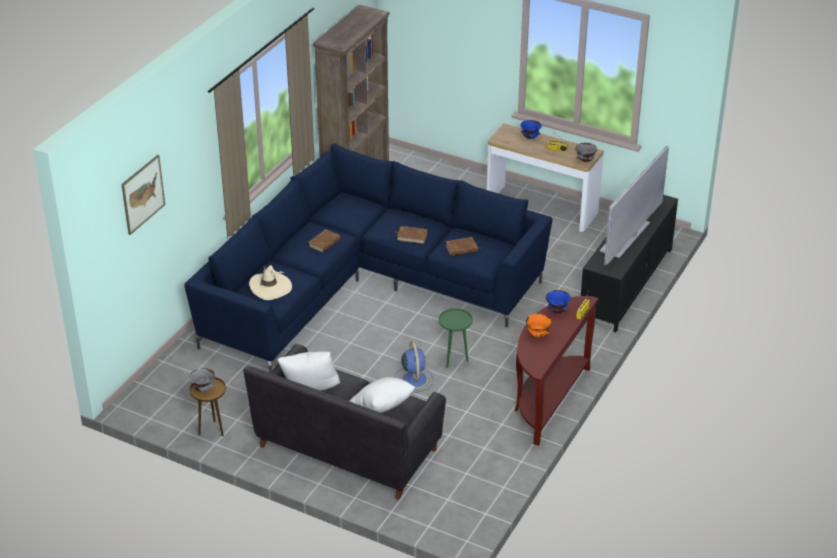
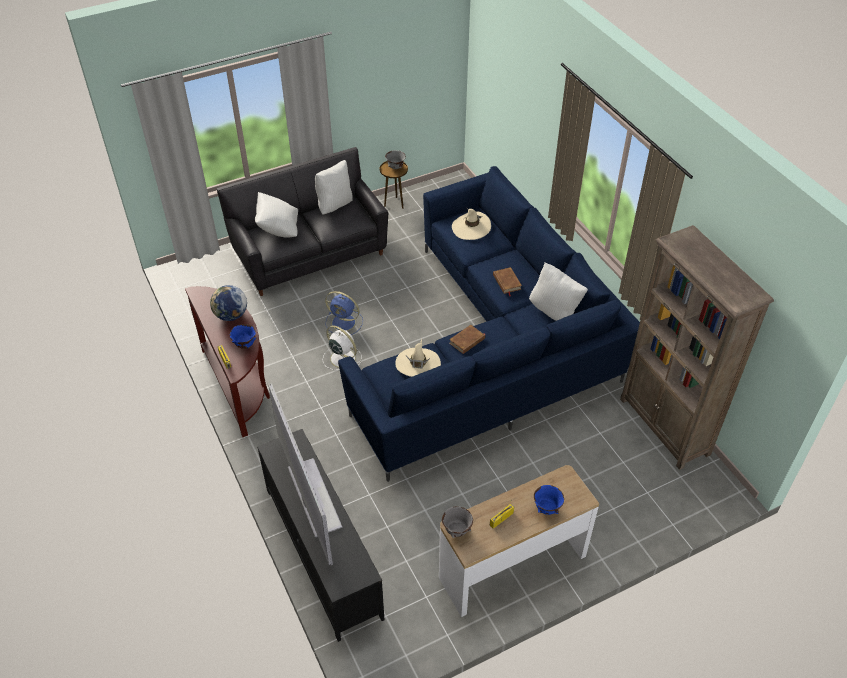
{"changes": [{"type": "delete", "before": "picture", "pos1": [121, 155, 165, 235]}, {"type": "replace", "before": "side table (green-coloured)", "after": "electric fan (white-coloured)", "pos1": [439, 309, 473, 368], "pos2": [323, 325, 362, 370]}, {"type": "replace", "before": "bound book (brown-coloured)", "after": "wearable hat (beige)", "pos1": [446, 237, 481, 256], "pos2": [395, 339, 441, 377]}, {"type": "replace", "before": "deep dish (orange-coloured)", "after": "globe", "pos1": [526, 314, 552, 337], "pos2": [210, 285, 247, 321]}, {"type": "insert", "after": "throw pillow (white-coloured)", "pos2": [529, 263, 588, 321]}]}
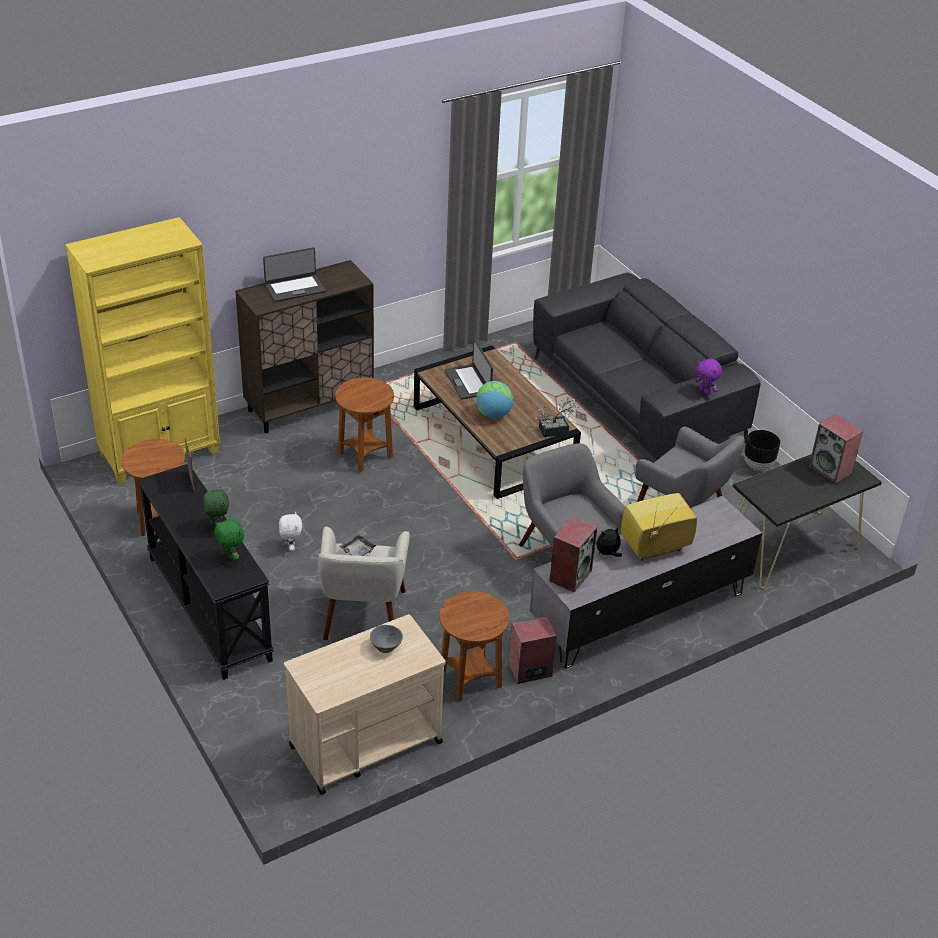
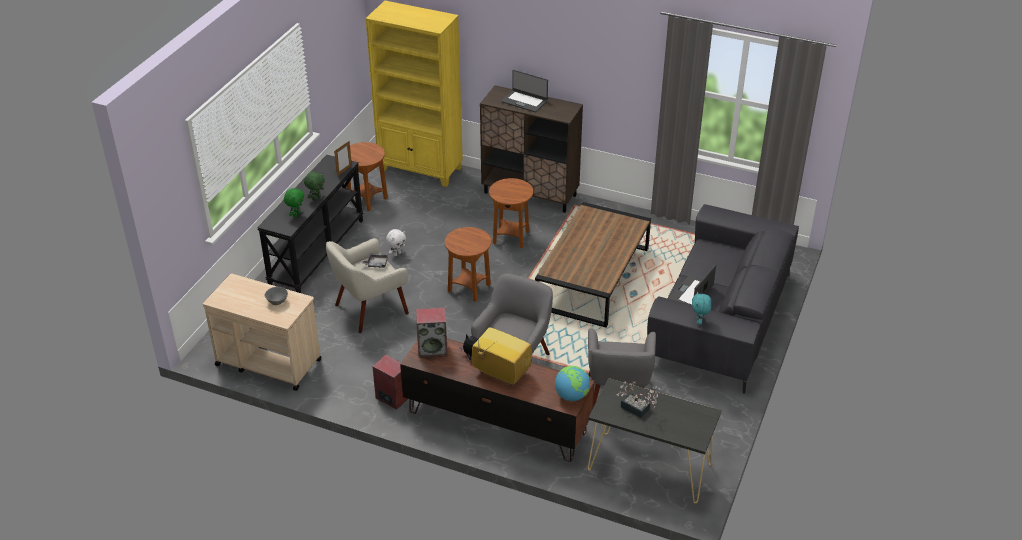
{"changes": [{"type": "move", "before": "side table (brown-coloured)", "pos1": [439, 591, 509, 701], "pos2": [445, 227, 491, 302]}, {"type": "move", "before": "portable computer", "pos1": [444, 340, 493, 399], "pos2": [669, 264, 716, 305]}, {"type": "move", "before": "globe", "pos1": [476, 381, 514, 418], "pos2": [555, 366, 590, 401]}, {"type": "recolor", "before": "tv unit (gray)", "after": "tv unit (brown-coloured)", "pos1": [530, 496, 762, 668], "pos2": [400, 338, 595, 462]}, {"type": "move", "before": "potted plant", "pos1": [535, 395, 580, 437], "pos2": [616, 382, 660, 418]}, {"type": "recolor", "before": "plush toy (purple)", "after": "plush toy (blue-green)", "pos1": [695, 359, 722, 395], "pos2": [692, 291, 711, 325]}, {"type": "delete", "before": "plant pot (blackish)", "pos1": [744, 430, 780, 471]}, {"type": "delete", "before": "audio speaker", "pos1": [809, 414, 863, 484]}]}
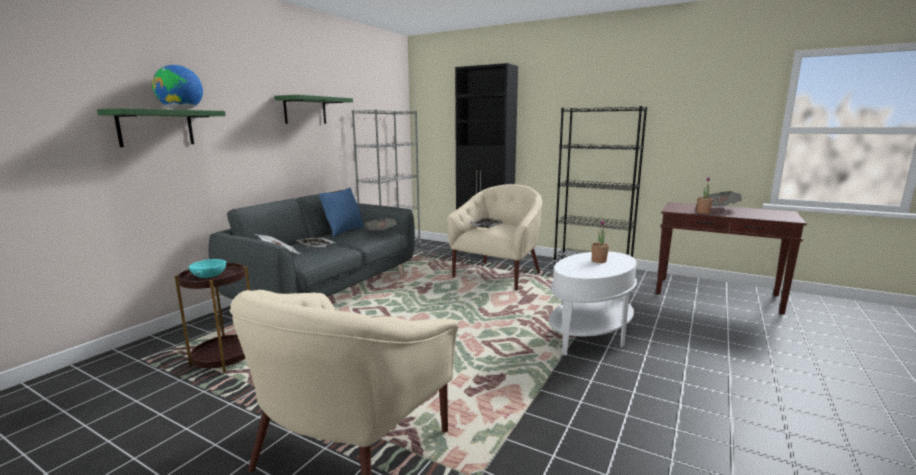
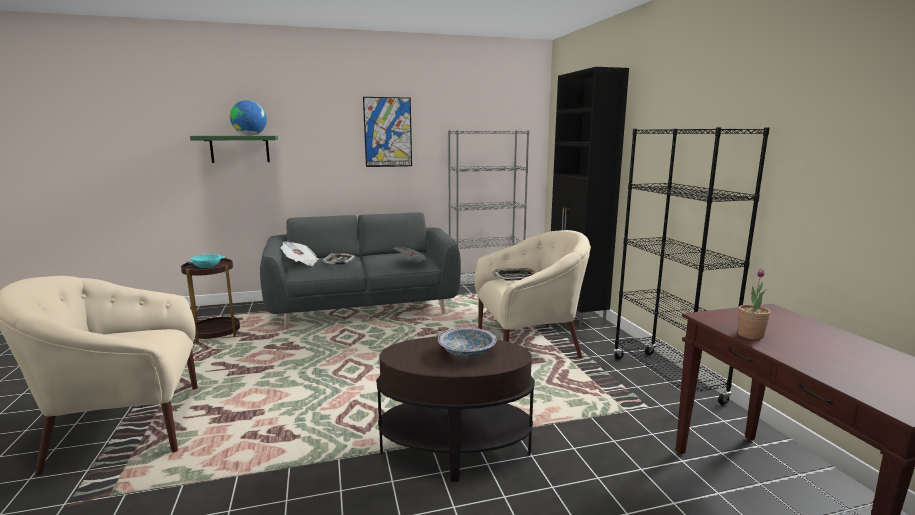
{"changes": [{"type": "replace", "before": "wall shelf (green-coloured)", "after": "picture", "pos1": [275, 95, 353, 124], "pos2": [363, 97, 412, 167]}, {"type": "delete", "before": "throw pillow (bluish)", "pos1": [319, 188, 364, 237]}, {"type": "recolor", "before": "side table (white-coloured)", "after": "side table (brown-coloured)", "pos1": [549, 252, 637, 356], "pos2": [376, 336, 535, 482]}, {"type": "replace", "before": "potted plant", "after": "deep dish", "pos1": [591, 220, 609, 263], "pos2": [438, 327, 497, 358]}, {"type": "delete", "before": "printed paper", "pos1": [703, 191, 742, 207]}]}
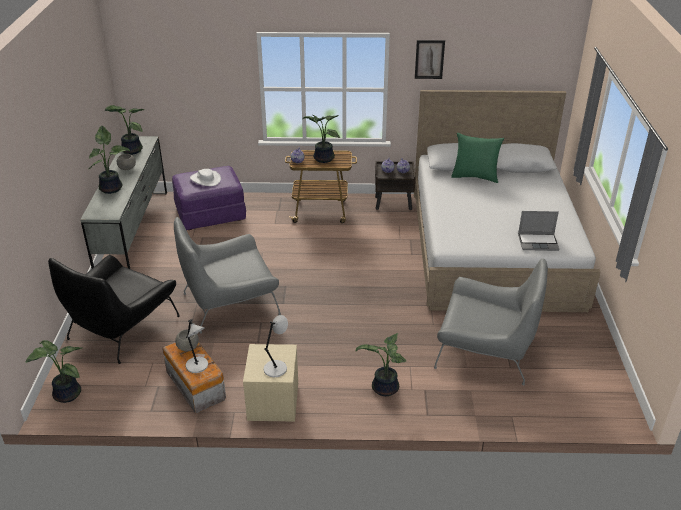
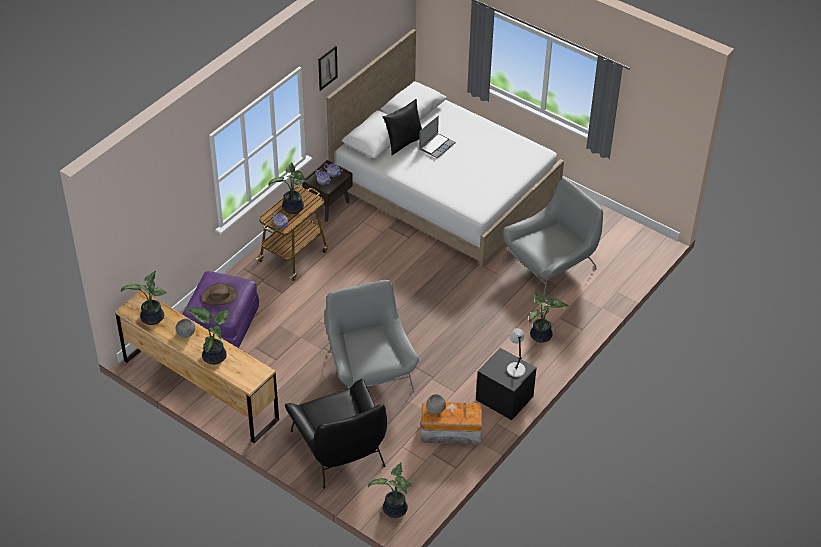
{"changes": [{"type": "recolor", "before": "dresser (gray)", "after": "dresser (brown-coloured)", "pos1": [80, 136, 167, 269], "pos2": [115, 290, 279, 444]}, {"type": "rotate", "before": "lounge chair (gray)", "pos1": [174, 217, 281, 334], "pos2": [325, 280, 419, 393], "turn": 150}, {"type": "delete", "before": "lamp for a table (gray)", "pos1": [185, 319, 208, 373]}, {"type": "recolor", "before": "wearable hat (white-coloured)", "after": "wearable hat (brown-coloured)", "pos1": [190, 169, 221, 186], "pos2": [202, 283, 238, 305]}, {"type": "recolor", "before": "bedside table (beige)", "after": "bedside table (blackish)", "pos1": [243, 344, 298, 422], "pos2": [476, 348, 537, 420]}, {"type": "recolor", "before": "throw pillow (green-coloured)", "after": "throw pillow (blackish)", "pos1": [451, 133, 504, 183], "pos2": [383, 99, 422, 155]}, {"type": "move", "before": "portable computer", "pos1": [518, 211, 559, 251], "pos2": [419, 116, 456, 158]}]}
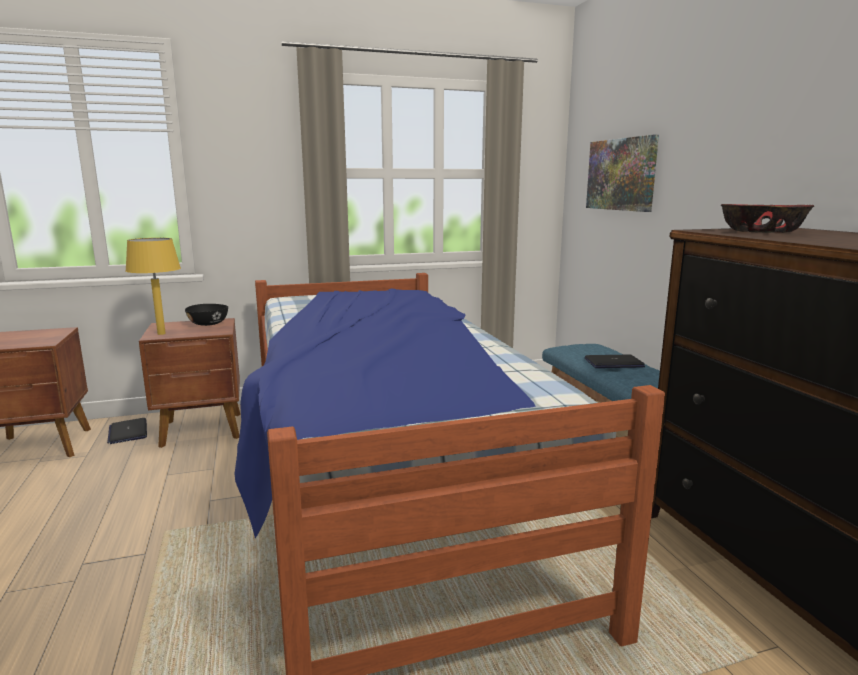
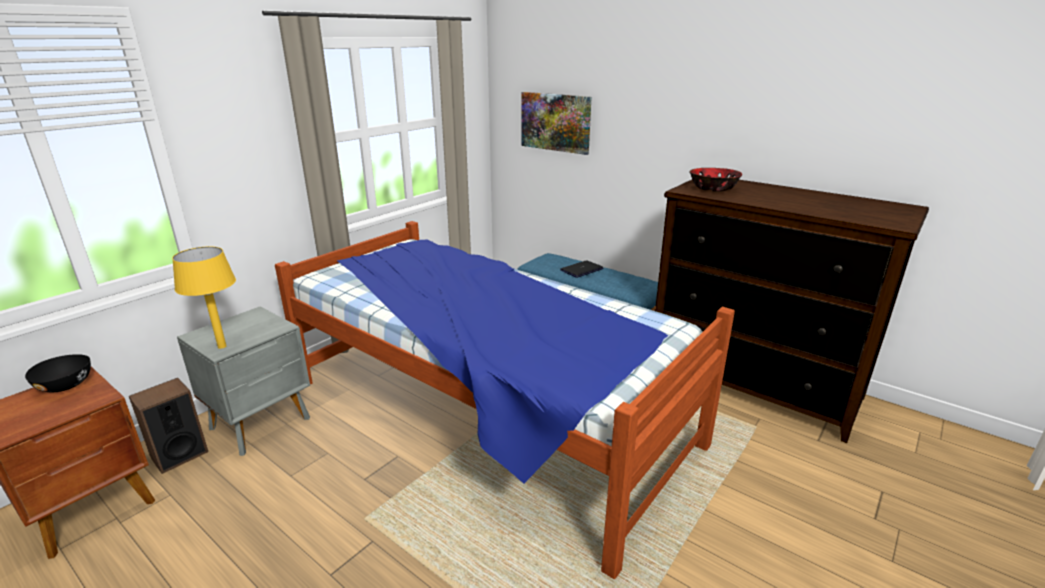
{"changes": [{"type": "replace", "before": "portable computer", "after": "audio speaker", "pos1": [107, 418, 147, 444], "pos2": [129, 378, 208, 474]}, {"type": "recolor", "before": "bedside table (brown-coloured)", "after": "bedside table (gray)", "pos1": [139, 318, 241, 448], "pos2": [177, 307, 310, 456]}, {"type": "move", "before": "deep dish (blackish)", "pos1": [185, 304, 228, 326], "pos2": [25, 354, 91, 392]}]}
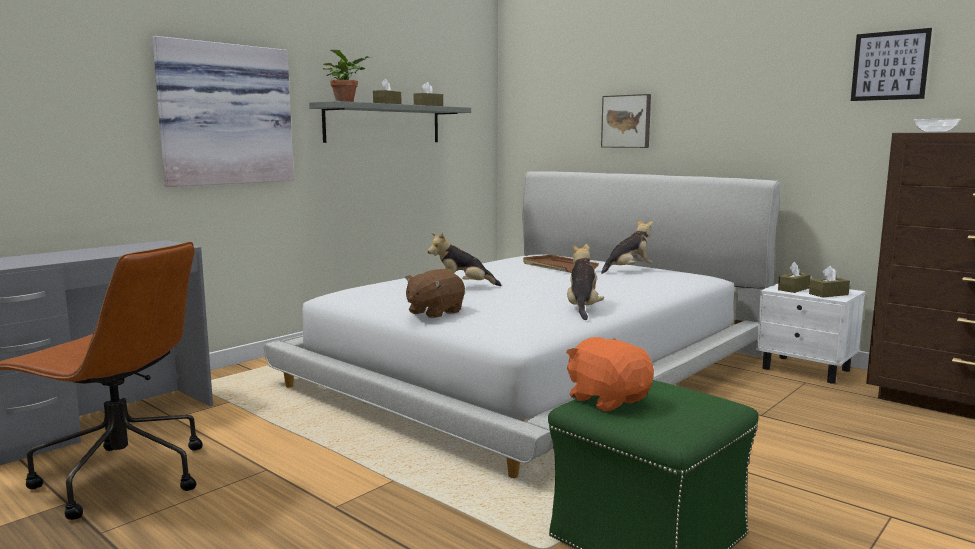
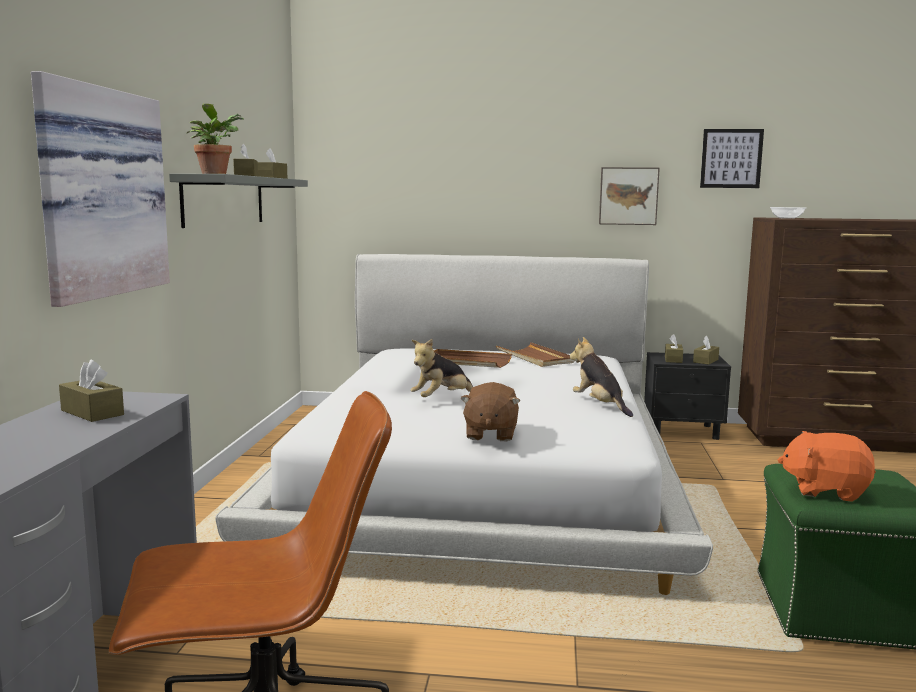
{"changes": [{"type": "move", "before": "picture", "pos1": [601, 94, 651, 148], "pos2": [599, 167, 660, 225]}, {"type": "replace", "before": "plush toy", "after": "carrying tray (brown-coloured)", "pos1": [601, 219, 653, 274], "pos2": [496, 342, 575, 367]}, {"type": "recolor", "before": "bedside table (white-coloured)", "after": "bedside table (blackish)", "pos1": [756, 284, 865, 384], "pos2": [644, 352, 731, 440]}, {"type": "insert", "after": "tissue holder (brown-coloured)", "pos2": [59, 359, 124, 422]}]}
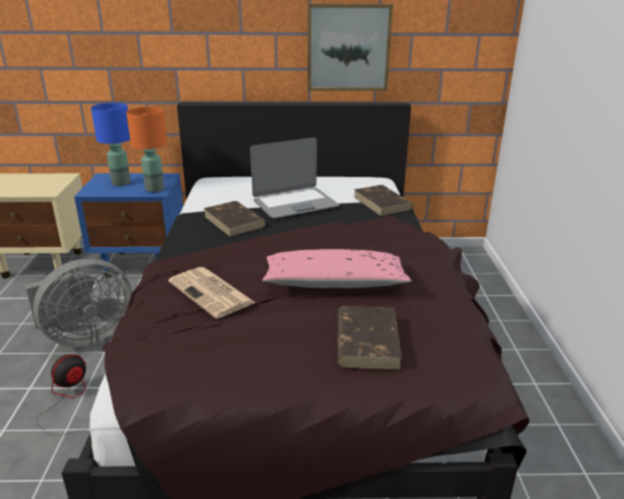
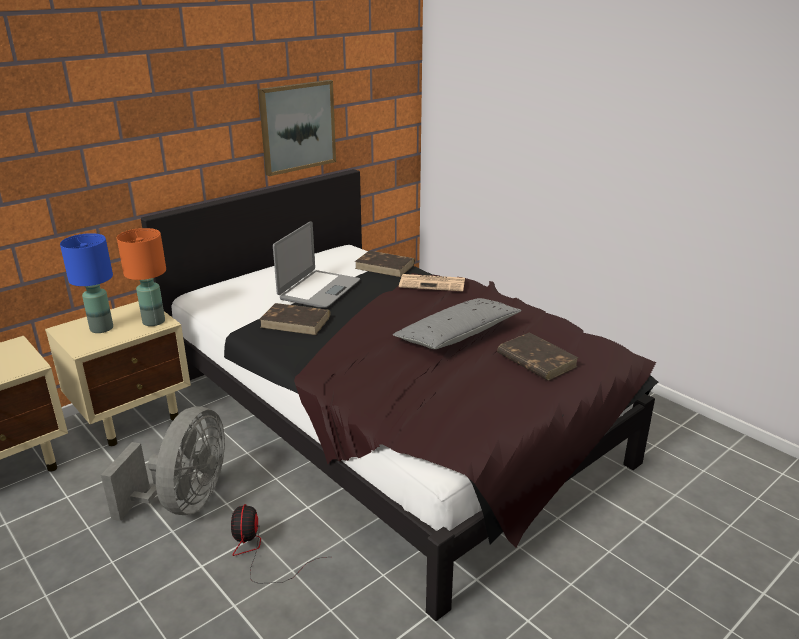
{"changes": [{"type": "recolor", "before": "bedside table (bluish)", "after": "bedside table (beige)", "pos1": [74, 173, 183, 278], "pos2": [45, 301, 191, 446]}, {"type": "move", "before": "printed paper", "pos1": [168, 267, 256, 319], "pos2": [399, 274, 465, 291]}, {"type": "recolor", "before": "throw pillow (pink-coloured)", "after": "throw pillow (gray)", "pos1": [262, 249, 412, 288], "pos2": [393, 298, 522, 349]}]}
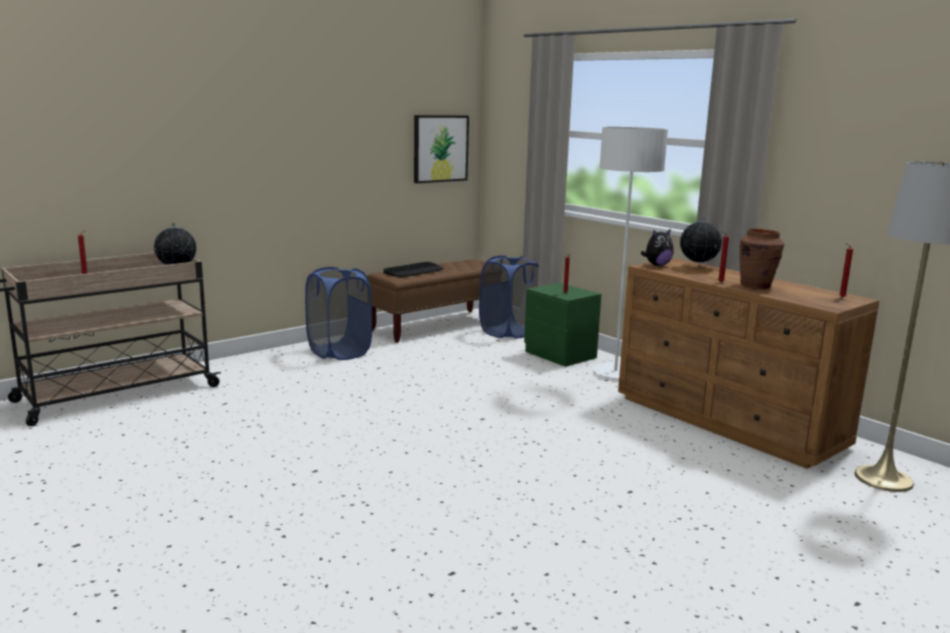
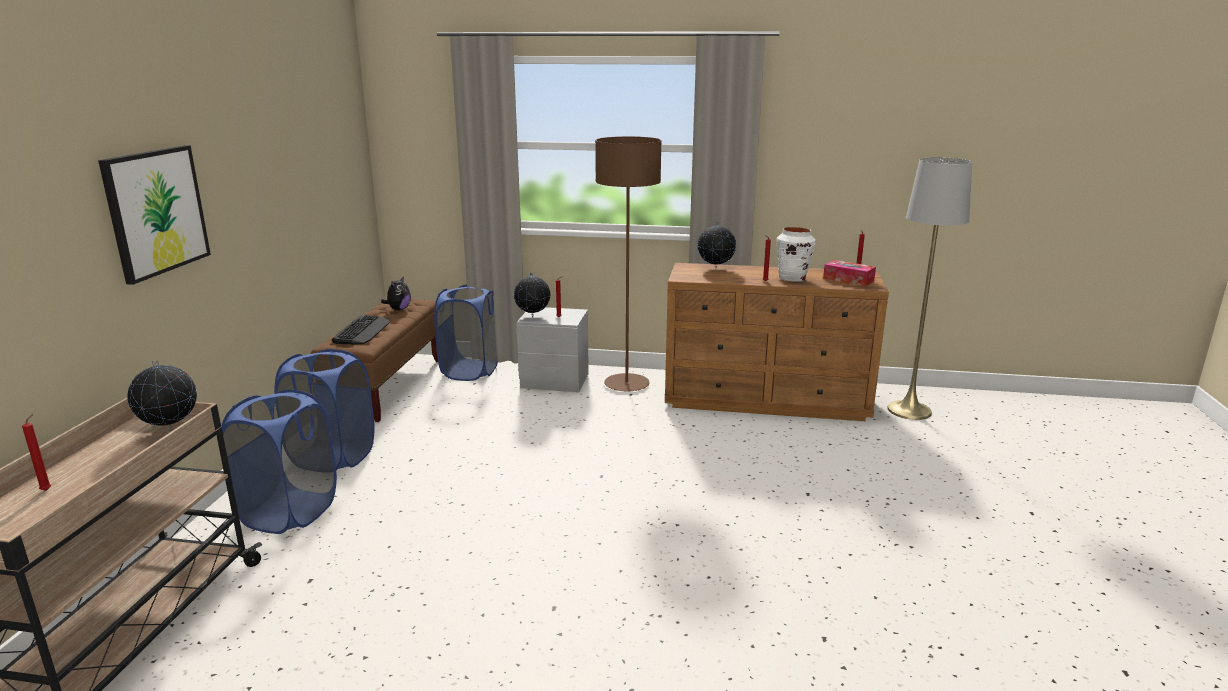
{"changes": [{"type": "move", "before": "picture", "pos1": [414, 115, 469, 183], "pos2": [98, 145, 211, 285]}, {"type": "recolor", "before": "bedside table (green-coloured)", "after": "bedside table (gray)", "pos1": [524, 283, 601, 367], "pos2": [516, 307, 589, 392]}, {"type": "recolor", "before": "standing lamp (white-coloured)", "after": "standing lamp (brown-coloured)", "pos1": [593, 127, 668, 379], "pos2": [595, 136, 662, 391]}, {"type": "move", "before": "plush toy", "pos1": [641, 229, 674, 266], "pos2": [381, 276, 411, 310]}, {"type": "recolor", "before": "vase (brown-coloured)", "after": "vase (white-coloured)", "pos1": [739, 229, 784, 289], "pos2": [777, 227, 815, 282]}, {"type": "insert", "after": "laundry basket (bluish)", "pos2": [221, 389, 337, 534]}, {"type": "insert", "after": "globe", "pos2": [514, 272, 551, 317]}, {"type": "insert", "after": "tissue holder", "pos2": [823, 260, 876, 287]}]}
